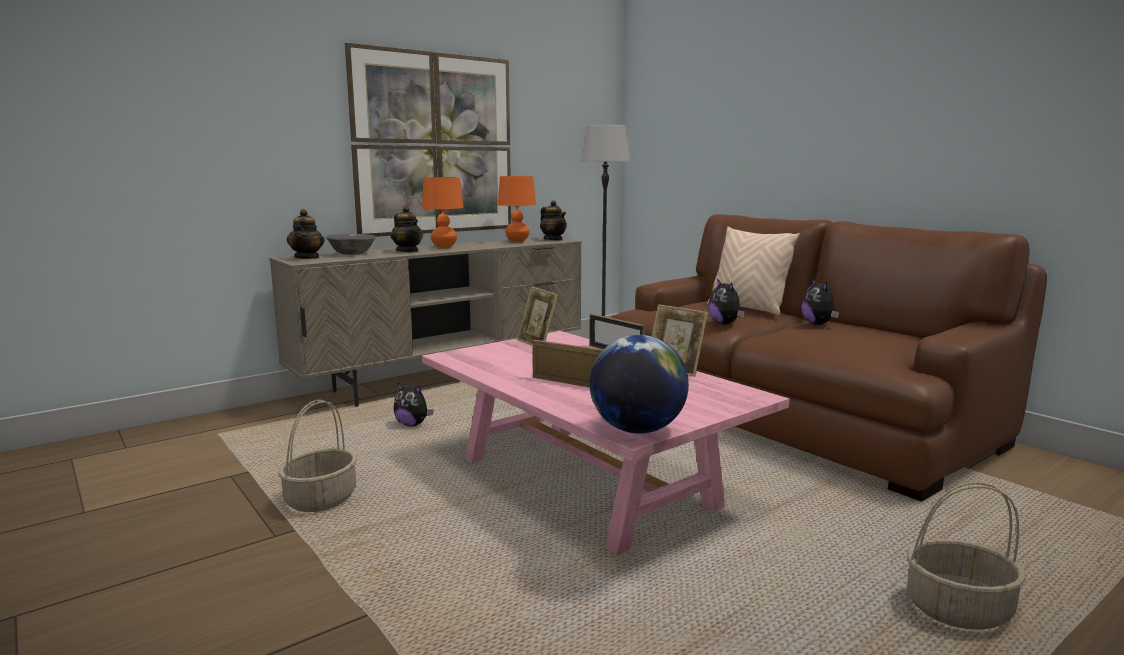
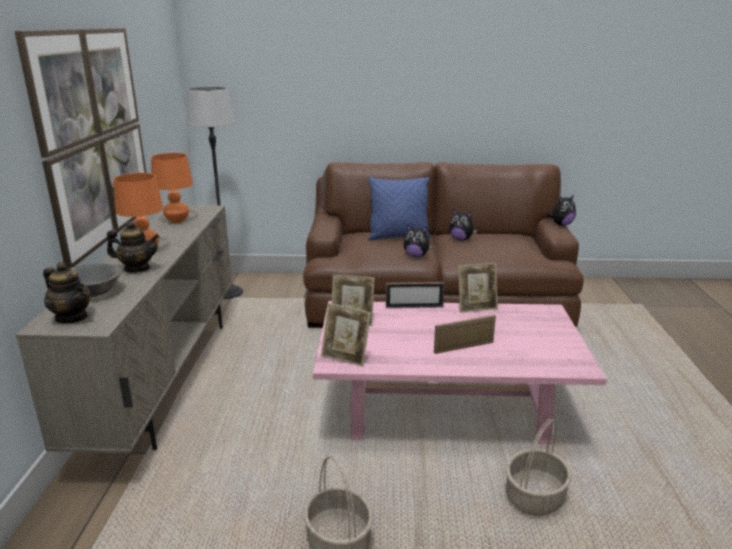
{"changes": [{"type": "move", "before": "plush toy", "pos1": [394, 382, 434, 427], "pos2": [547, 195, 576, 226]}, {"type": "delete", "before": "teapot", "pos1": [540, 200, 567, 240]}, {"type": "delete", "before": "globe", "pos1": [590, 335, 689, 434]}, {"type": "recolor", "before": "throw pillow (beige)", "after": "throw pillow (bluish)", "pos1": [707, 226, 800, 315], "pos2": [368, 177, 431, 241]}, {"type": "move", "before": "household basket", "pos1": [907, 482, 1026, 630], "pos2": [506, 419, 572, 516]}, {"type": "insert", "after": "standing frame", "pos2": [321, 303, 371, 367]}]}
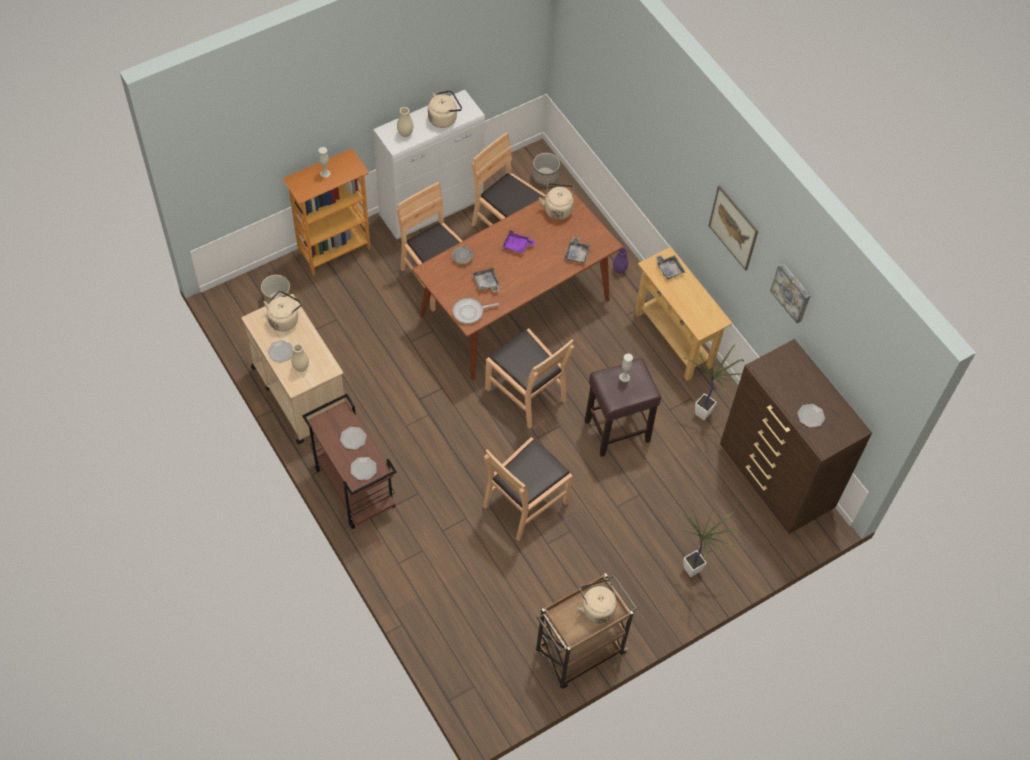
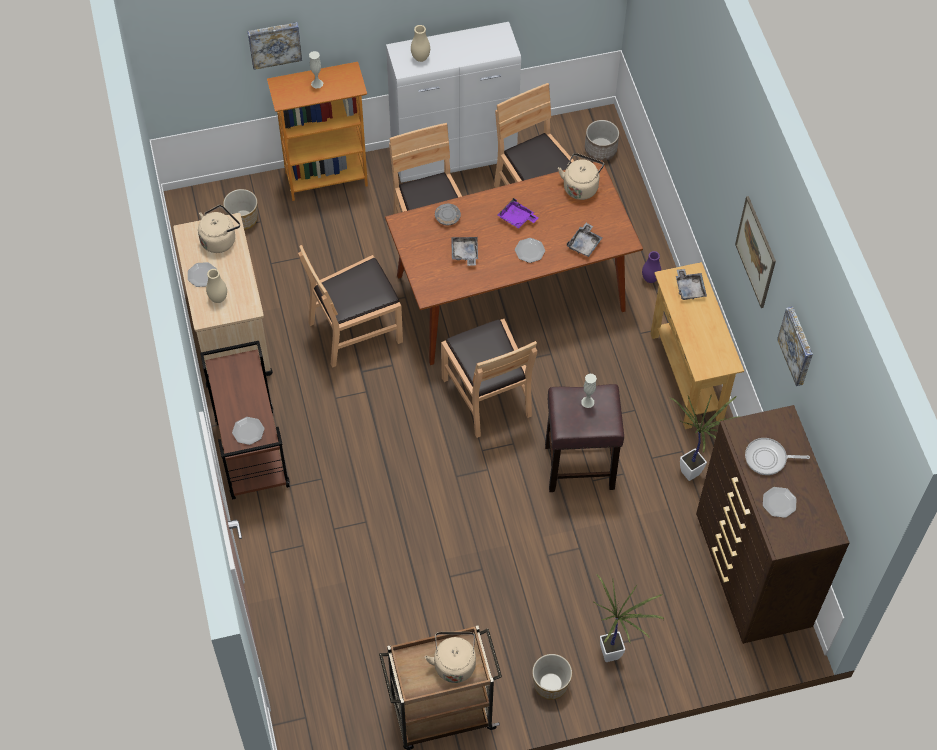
{"changes": [{"type": "move", "before": "plate", "pos1": [340, 427, 367, 450], "pos2": [515, 238, 545, 263]}, {"type": "delete", "before": "tea kettle (beige)", "pos1": [428, 90, 462, 128]}, {"type": "move", "before": "pan", "pos1": [453, 298, 499, 324], "pos2": [745, 438, 810, 475]}, {"type": "move", "before": "plain chair (brown-coloured)", "pos1": [483, 437, 573, 541], "pos2": [298, 245, 403, 368]}, {"type": "insert", "after": "picture", "pos2": [248, 22, 302, 70]}, {"type": "insert", "after": "plant pot", "pos2": [532, 654, 572, 700]}]}
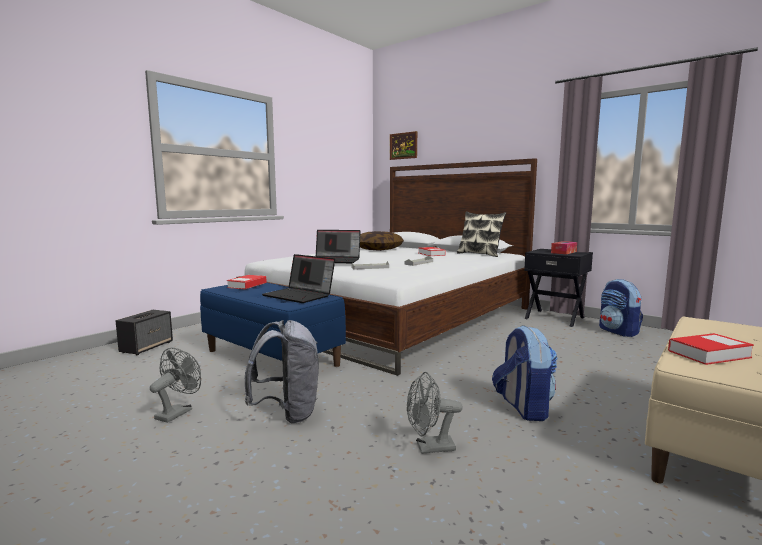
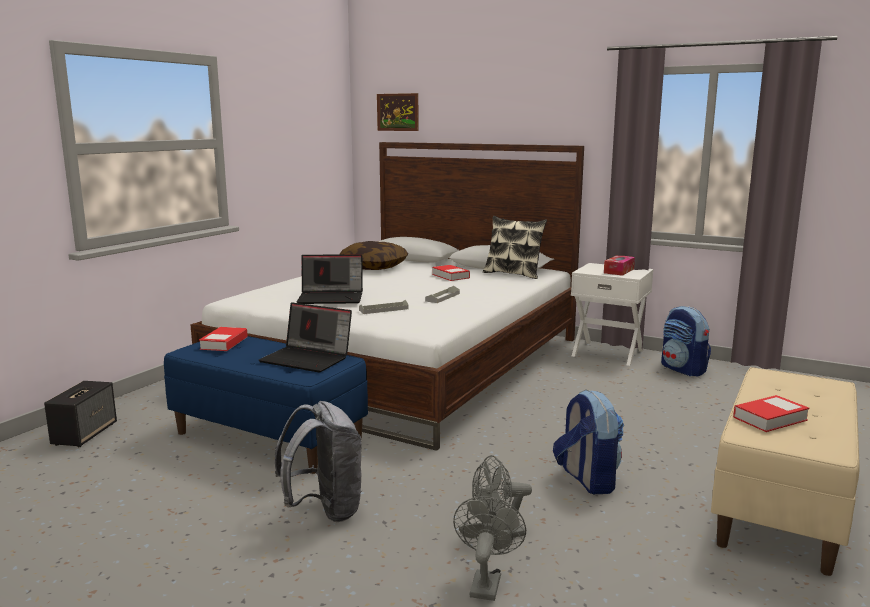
{"changes": [{"type": "move", "before": "electric fan (gray)", "pos1": [150, 348, 201, 423], "pos2": [453, 496, 526, 601]}, {"type": "recolor", "before": "bedside table (blackish)", "after": "bedside table (white-coloured)", "pos1": [524, 249, 593, 327], "pos2": [571, 263, 653, 366]}]}
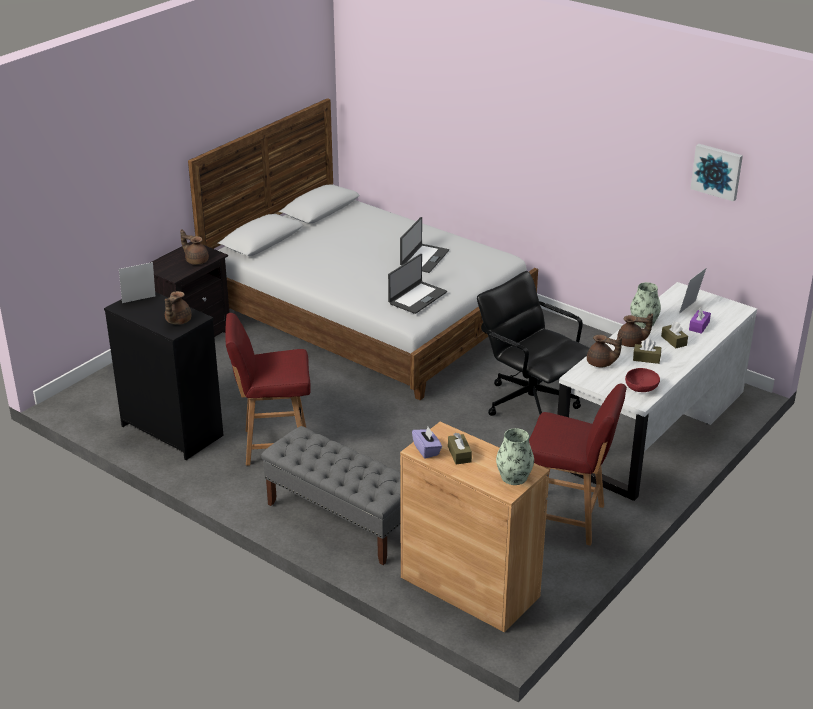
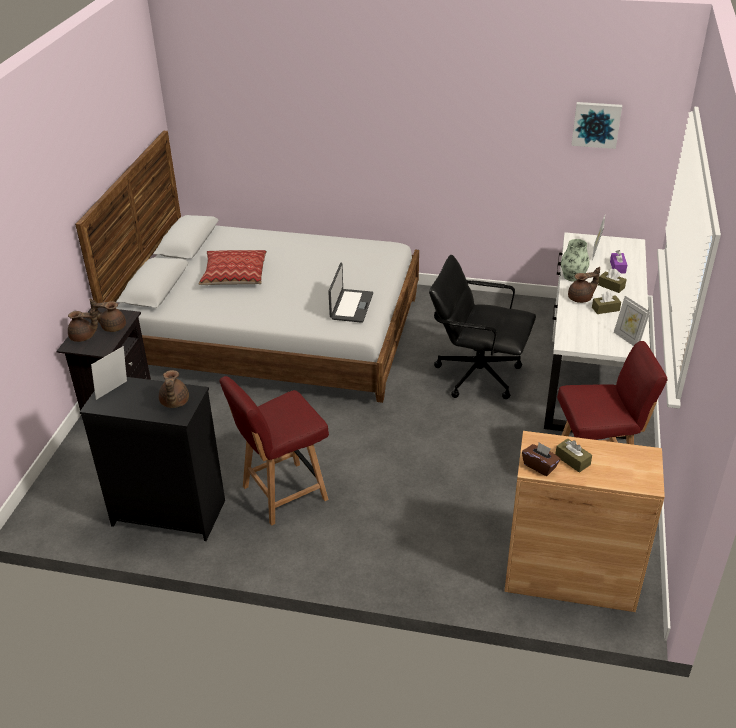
{"changes": [{"type": "delete", "before": "indoor bench (gray)", "pos1": [261, 426, 401, 565]}, {"type": "delete", "before": "portable computer", "pos1": [400, 217, 449, 273]}, {"type": "recolor", "before": "tissue holder (purple)", "after": "tissue holder (brown-coloured)", "pos1": [412, 427, 442, 459], "pos2": [522, 442, 561, 476]}, {"type": "delete", "before": "vase", "pos1": [496, 428, 534, 485]}, {"type": "move", "before": "teapot (brown-coloured)", "pos1": [587, 335, 622, 367], "pos2": [68, 309, 98, 342]}, {"type": "replace", "before": "deep dish (reddish)", "after": "standing frame", "pos1": [625, 368, 660, 392], "pos2": [614, 296, 650, 346]}, {"type": "insert", "after": "throw pillow", "pos2": [199, 250, 267, 285]}]}
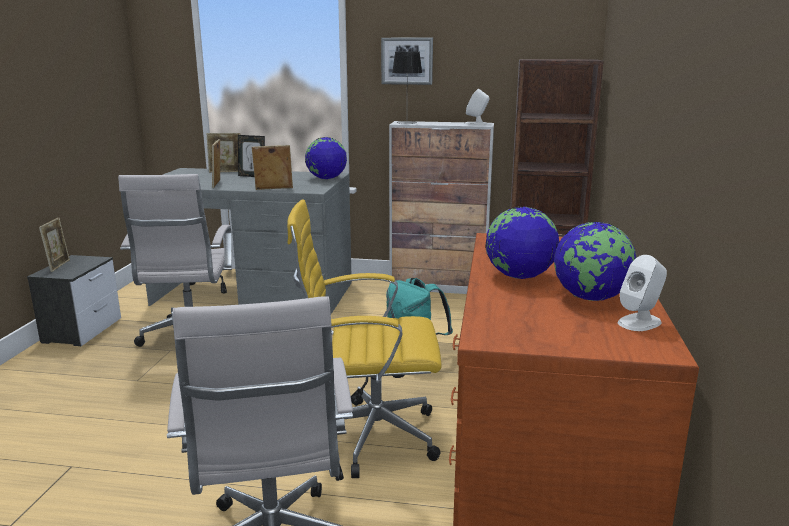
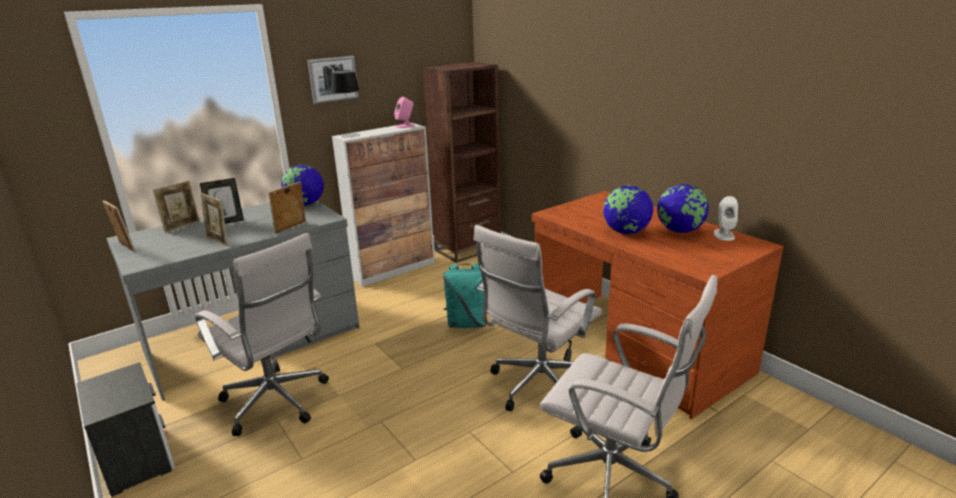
{"changes": [{"type": "move", "before": "standing frame", "pos1": [39, 218, 70, 272], "pos2": [102, 200, 136, 252]}, {"type": "recolor", "before": "office chair (yellow)", "after": "office chair (white-coloured)", "pos1": [287, 199, 442, 478], "pos2": [474, 225, 602, 411]}, {"type": "recolor", "before": "audio speaker (white-coloured)", "after": "audio speaker (pink-coloured)", "pos1": [465, 89, 490, 125], "pos2": [394, 96, 415, 128]}]}
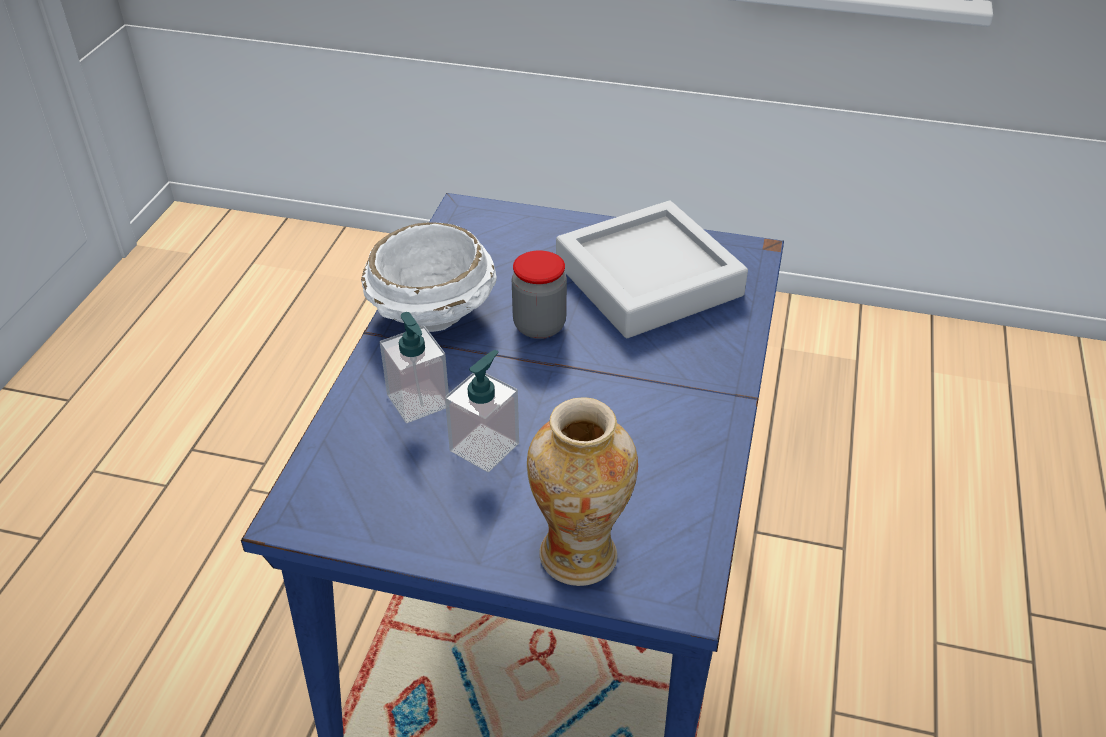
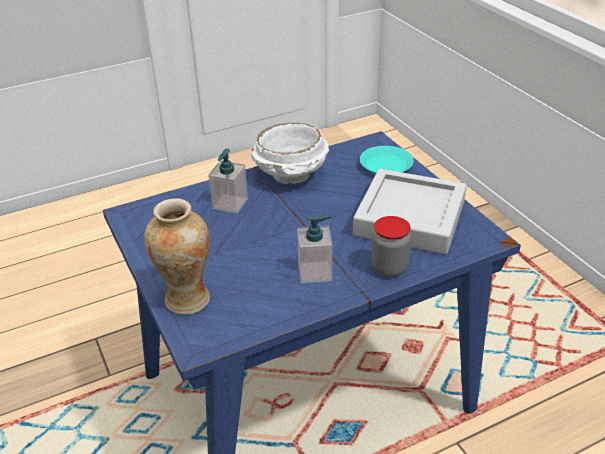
{"changes": [{"type": "move", "before": "soap dispenser", "pos1": [445, 350, 519, 472], "pos2": [297, 215, 332, 283]}, {"type": "move", "before": "storage jar", "pos1": [512, 250, 567, 339], "pos2": [371, 216, 411, 277]}, {"type": "insert", "after": "plate (blue-green)", "pos2": [360, 146, 414, 174]}]}
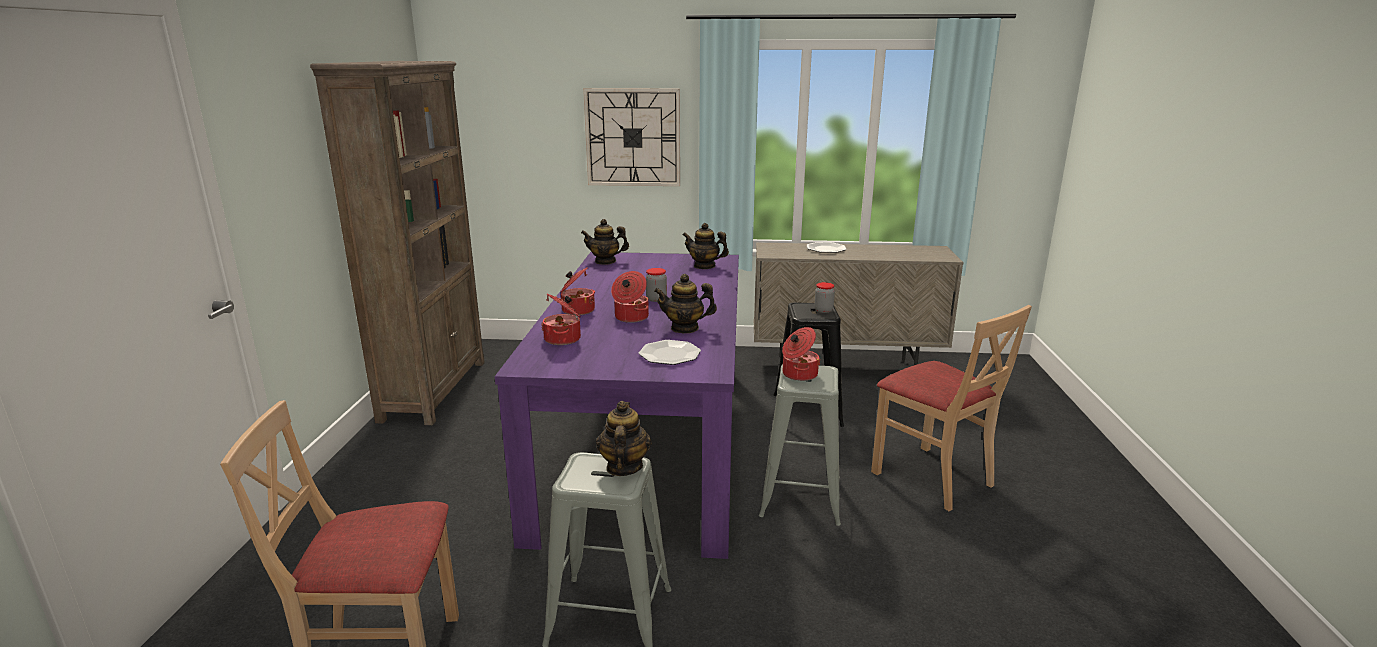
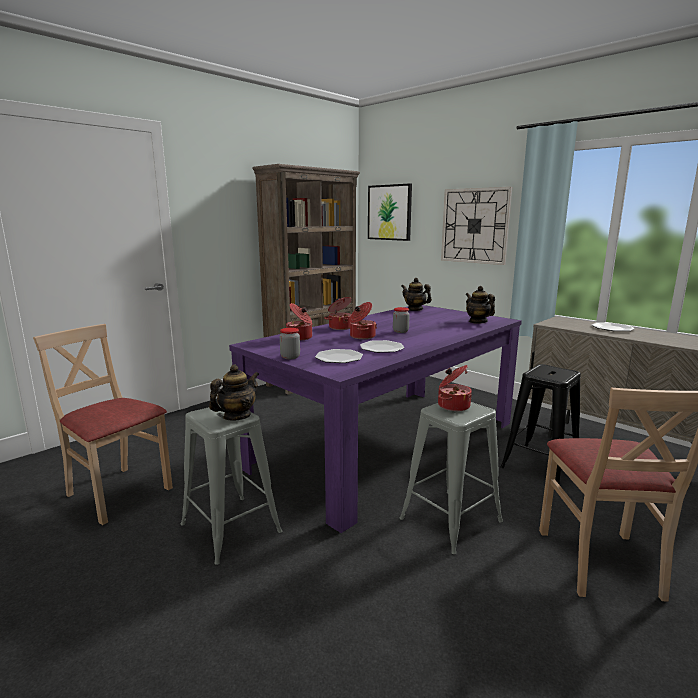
{"changes": [{"type": "replace", "before": "teapot", "after": "plate", "pos1": [654, 274, 717, 333], "pos2": [360, 340, 405, 353]}, {"type": "move", "before": "storage jar", "pos1": [814, 282, 835, 313], "pos2": [280, 328, 300, 359]}, {"type": "insert", "after": "picture", "pos2": [368, 183, 412, 241]}]}
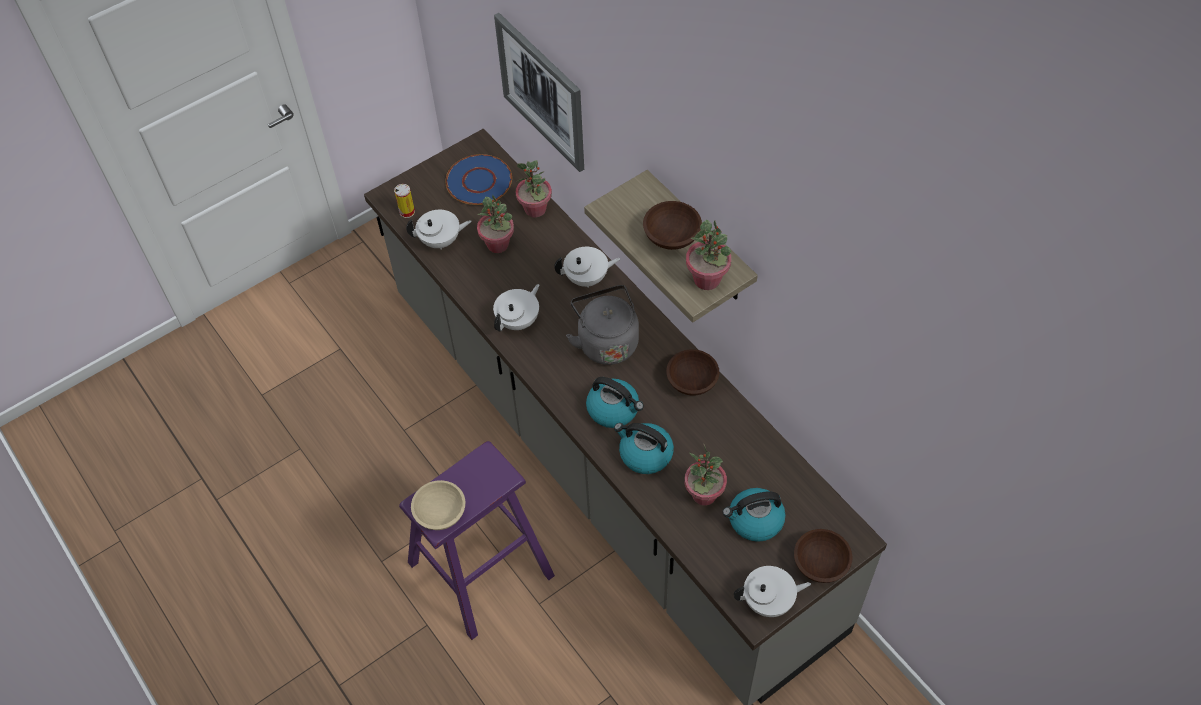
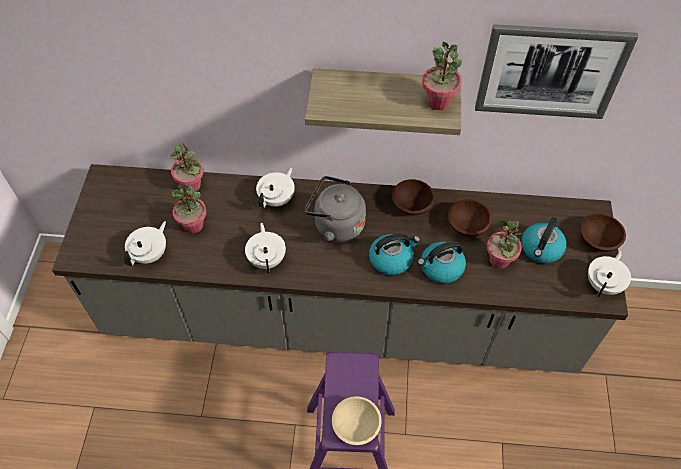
{"changes": [{"type": "delete", "before": "can", "pos1": [394, 184, 415, 218]}, {"type": "delete", "before": "plate (bluish)", "pos1": [445, 154, 512, 205]}, {"type": "move", "before": "picture", "pos1": [494, 13, 584, 172], "pos2": [475, 24, 638, 119]}, {"type": "move", "before": "deep dish (brown-coloured)", "pos1": [643, 201, 702, 250], "pos2": [448, 199, 492, 237]}]}
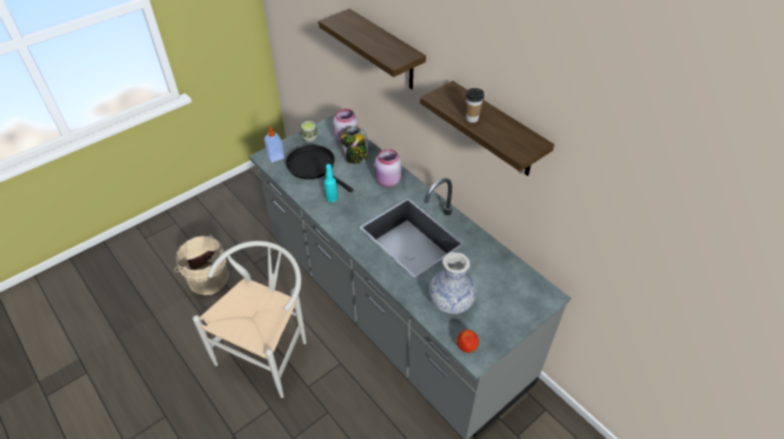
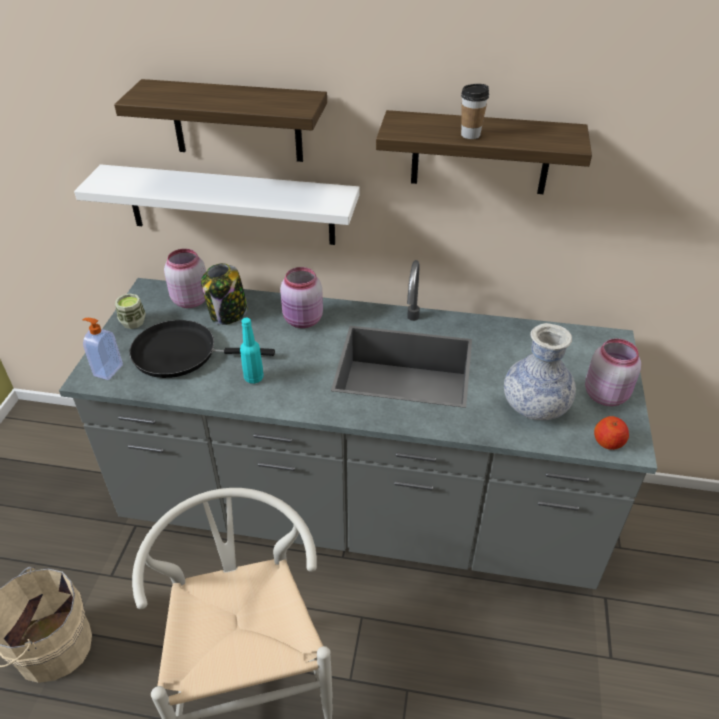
{"changes": [{"type": "insert", "after": "wall shelf (white-coloured)", "pos2": [74, 164, 360, 245]}, {"type": "insert", "after": "storage jar (pink-coloured)", "pos2": [585, 339, 641, 406]}]}
